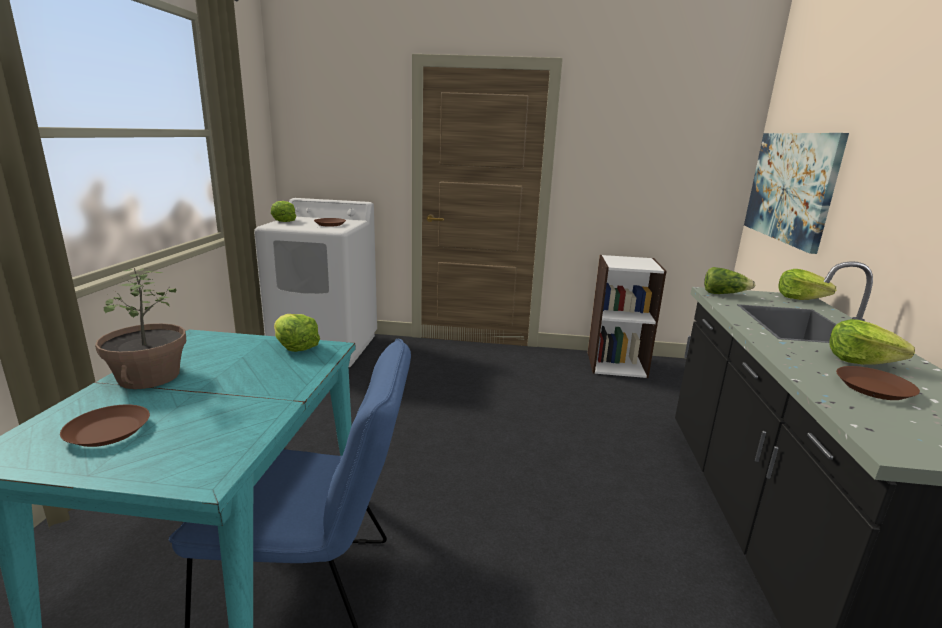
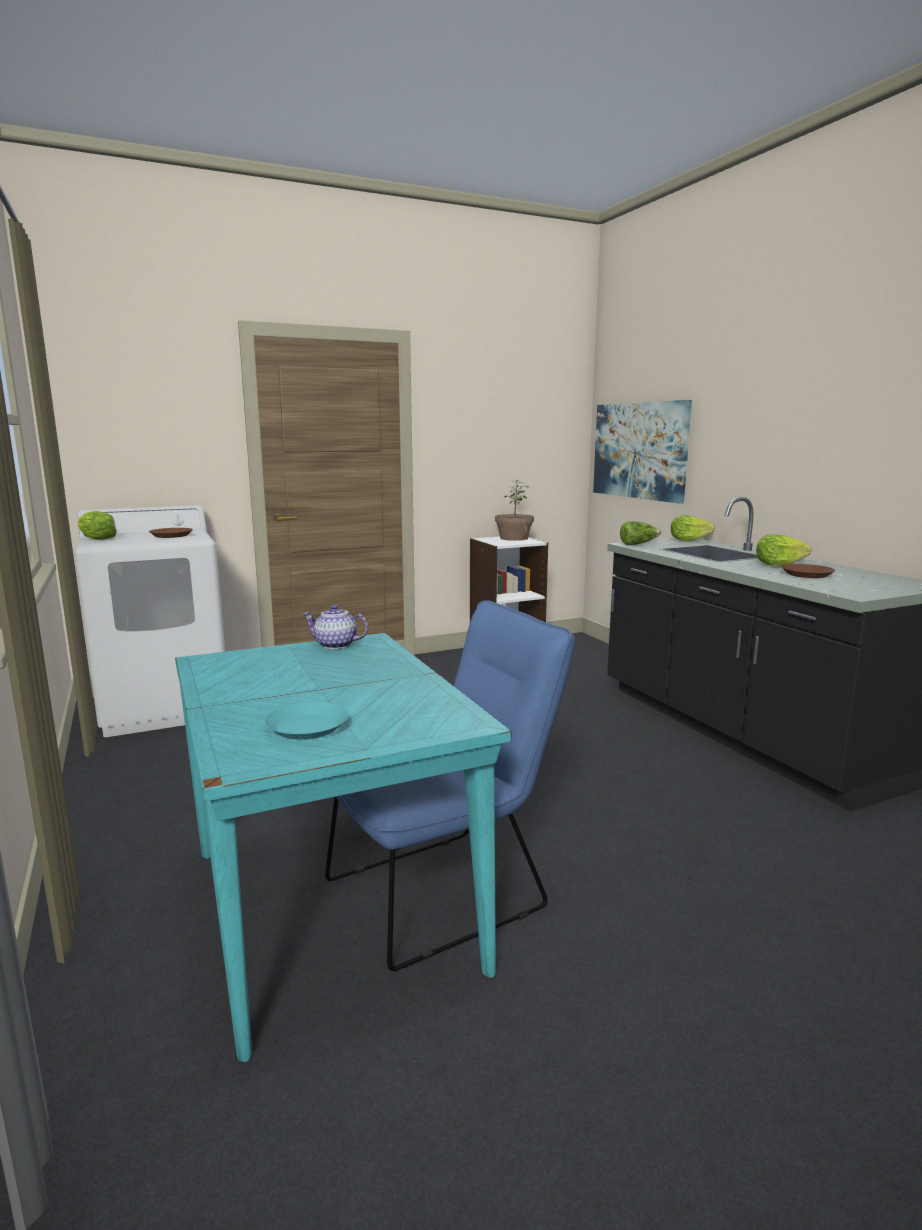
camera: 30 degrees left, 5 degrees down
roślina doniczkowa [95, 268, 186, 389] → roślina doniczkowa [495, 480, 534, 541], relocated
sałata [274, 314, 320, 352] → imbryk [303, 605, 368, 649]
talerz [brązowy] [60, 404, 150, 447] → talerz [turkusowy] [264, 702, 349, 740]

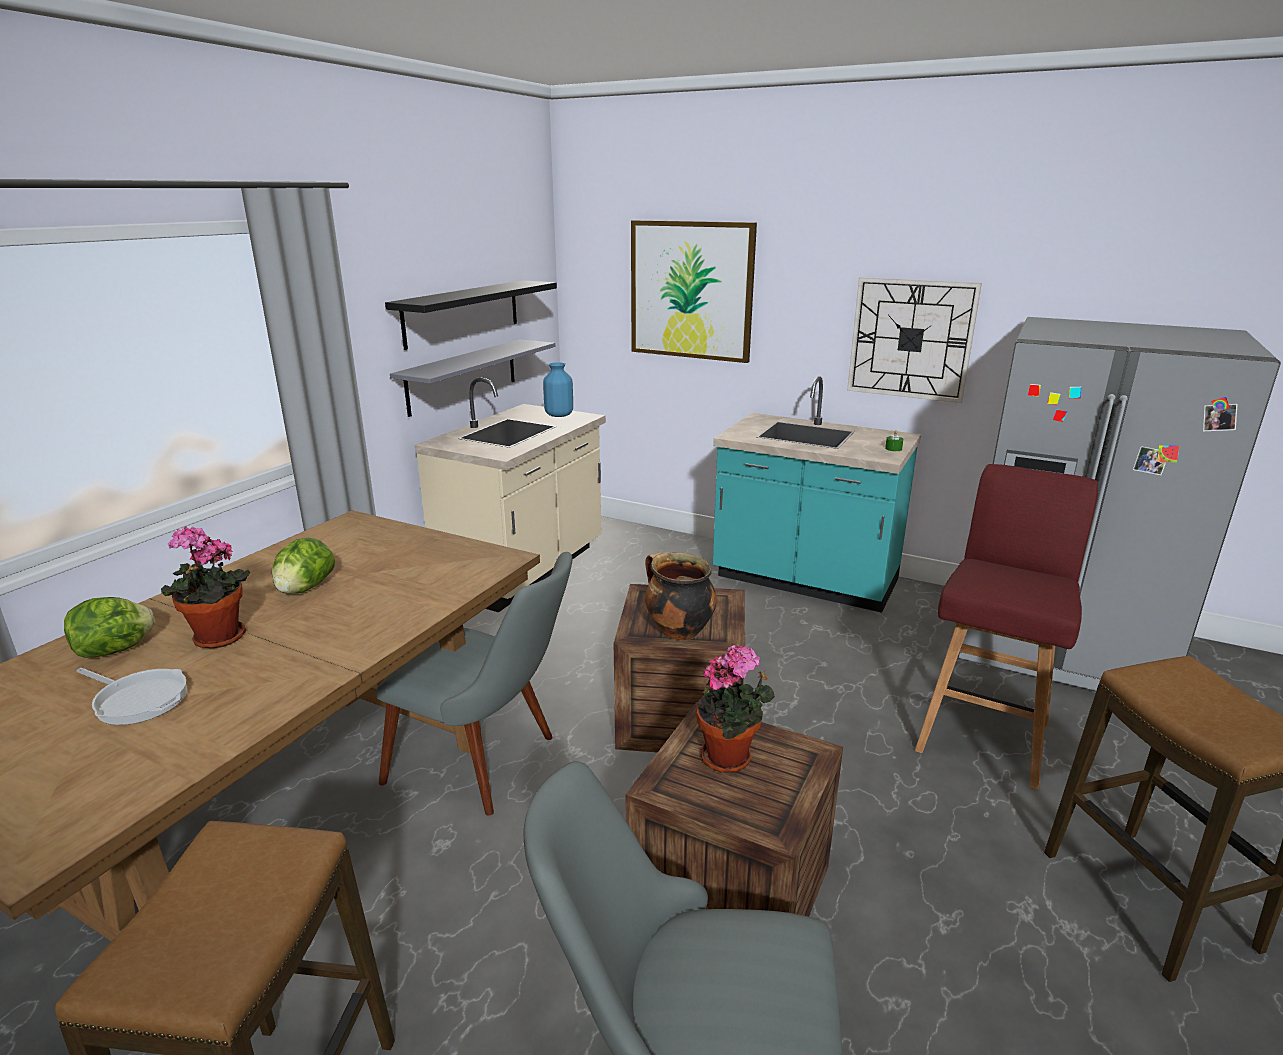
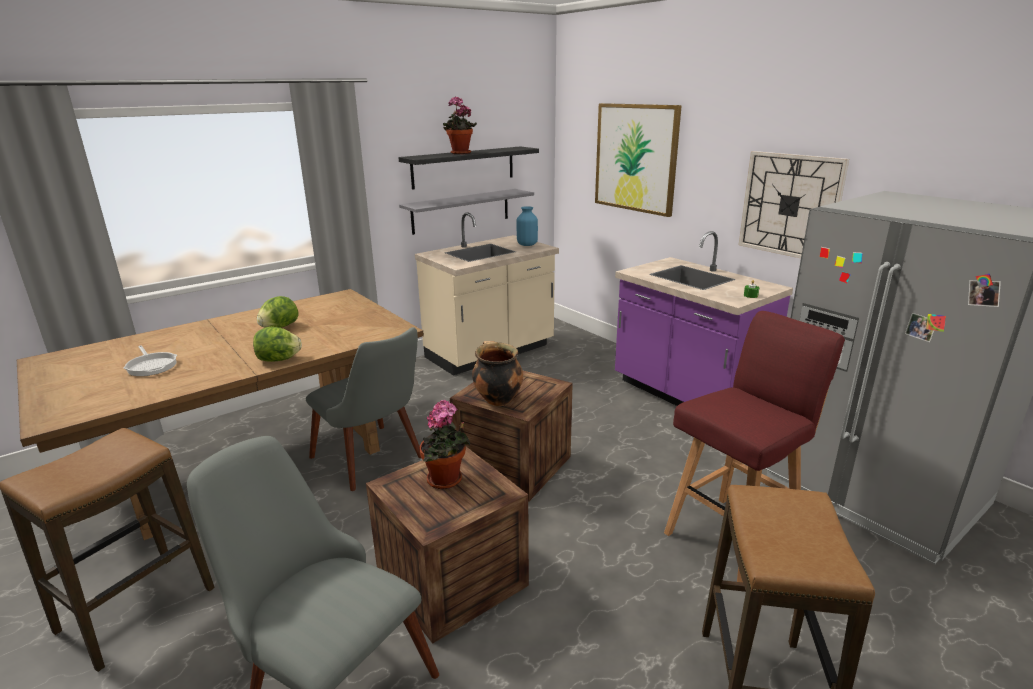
camera: 25 degrees right, 0 degrees up
zabudowa kuchenna [turkusowy] [713, 376, 921, 613] → zabudowa kuchenna [fioletowy] [615, 231, 793, 406]
roślina doniczkowa [161, 526, 250, 648] → roślina doniczkowa [443, 97, 477, 154], relocated
sałata [64, 597, 155, 658] → sałata [253, 327, 302, 362], relocated

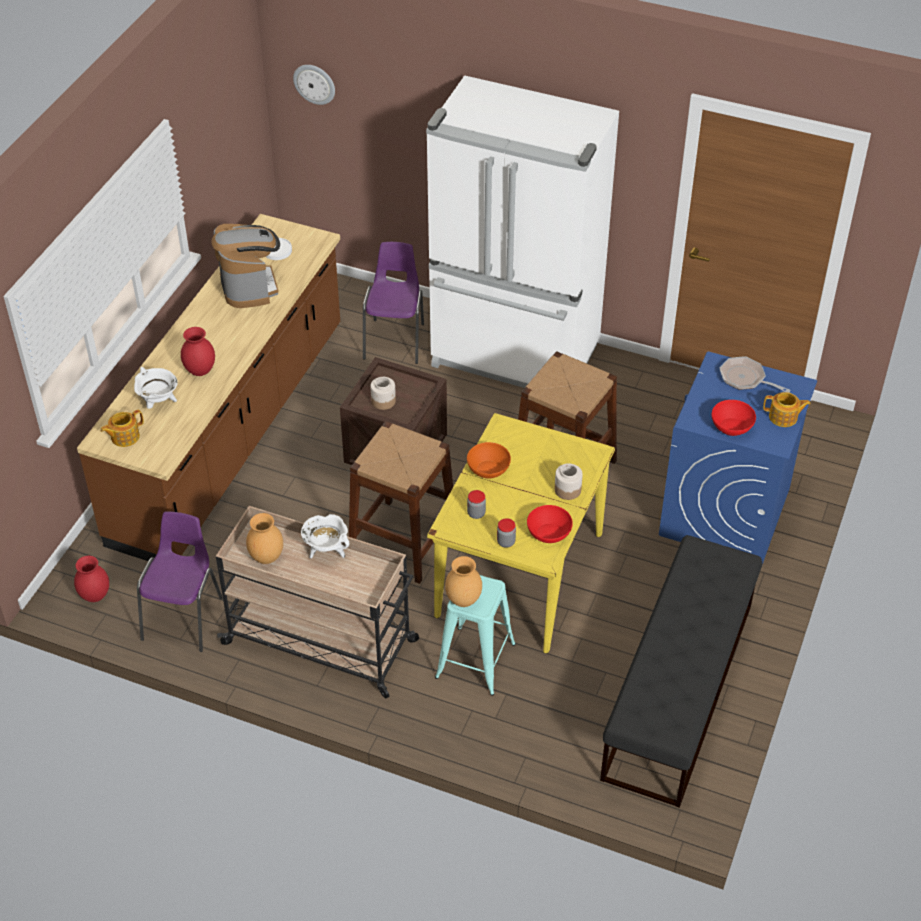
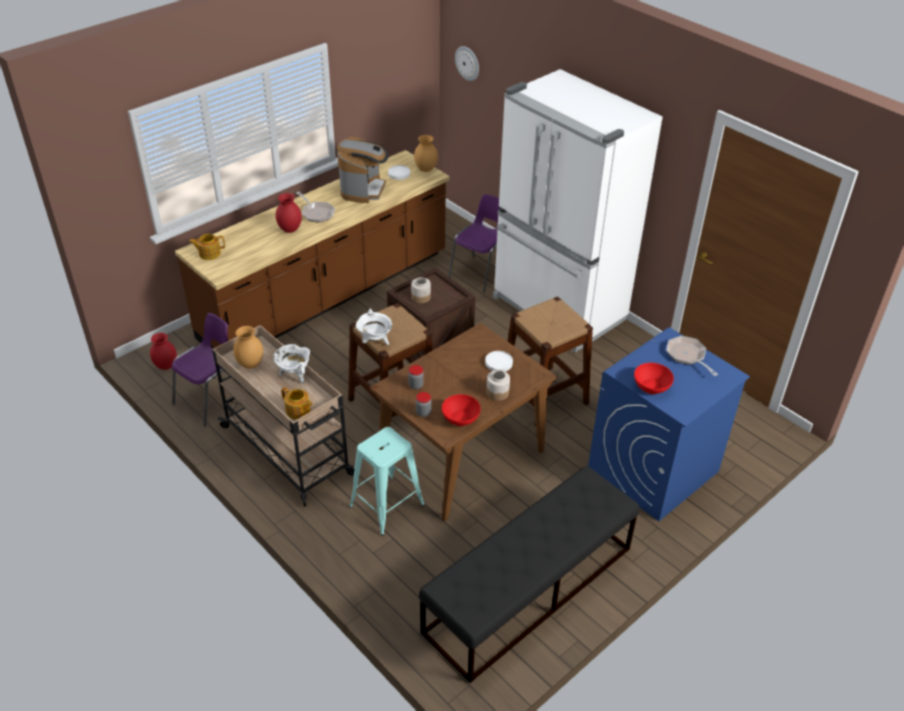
camera: 25 degrees right, 5 degrees down
garnek [biały] [134, 367, 178, 409] → garnek [biały] [356, 309, 392, 345], relocated
imbryk [763, 392, 810, 427] → imbryk [281, 387, 313, 419], relocated
stół jadalny [żółty] [427, 413, 615, 653] → stół jadalny [brązowy] [370, 323, 557, 521]
miska [pomarańczowy] [467, 442, 511, 479] → -
wazon [brązowy] [445, 556, 482, 607] → wazon [brązowy] [414, 135, 438, 172], relocated
- → patelnia [297, 192, 335, 223]
- → talerz [biały] [485, 351, 513, 371]

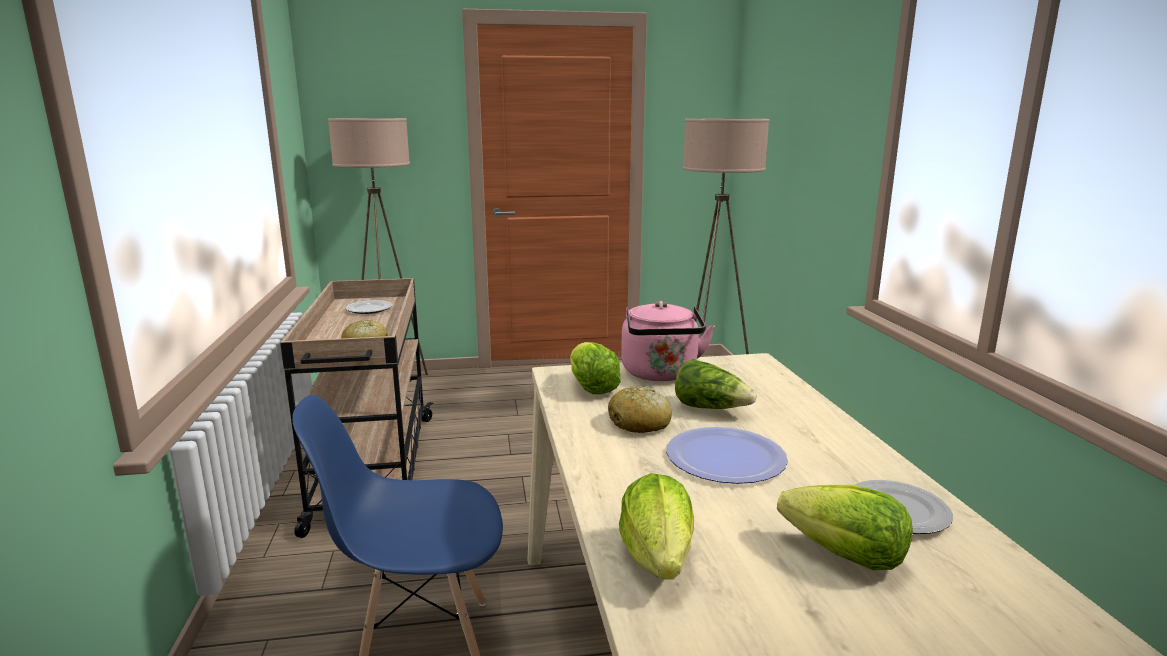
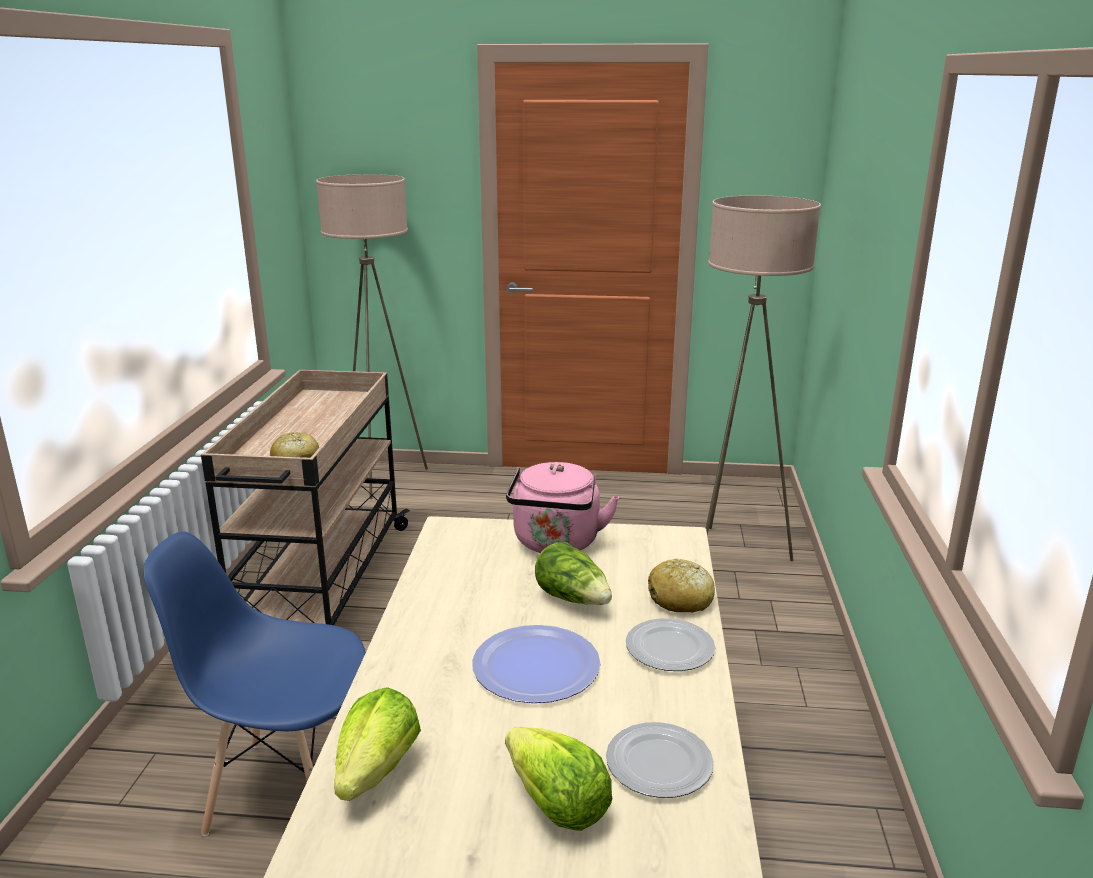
camera: 15 degrees right, 5 degrees up
talerz [345, 300, 392, 314] → talerz [626, 618, 715, 671], relocated
sałata [570, 342, 621, 395] → -
chleb [608, 386, 672, 433] → chleb [648, 558, 715, 613], relocated

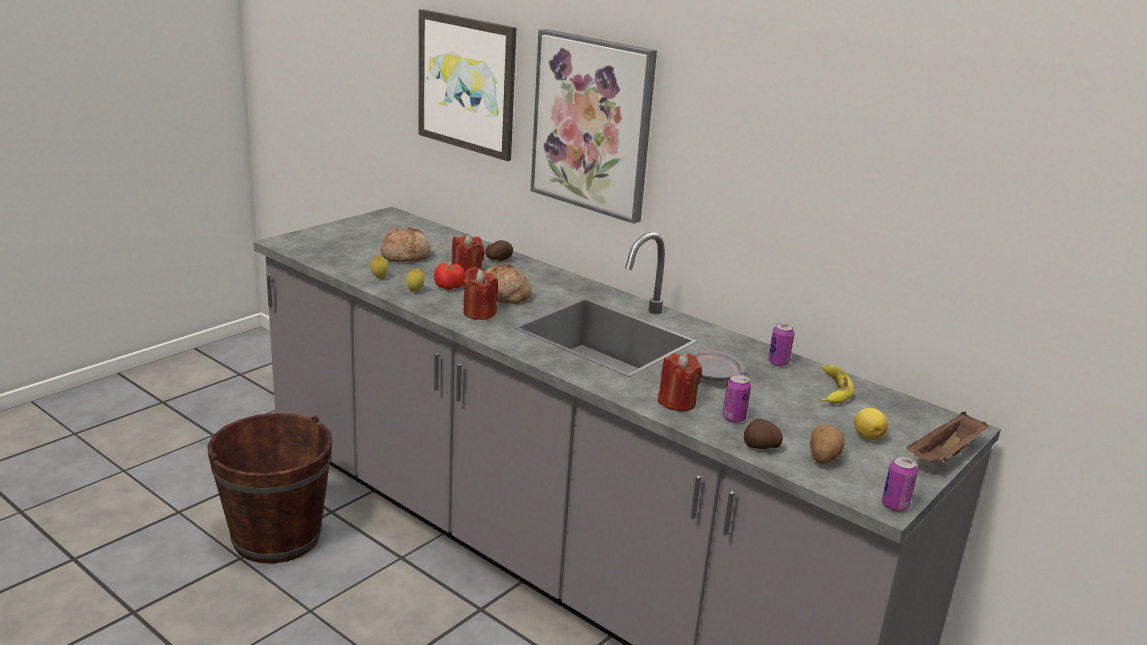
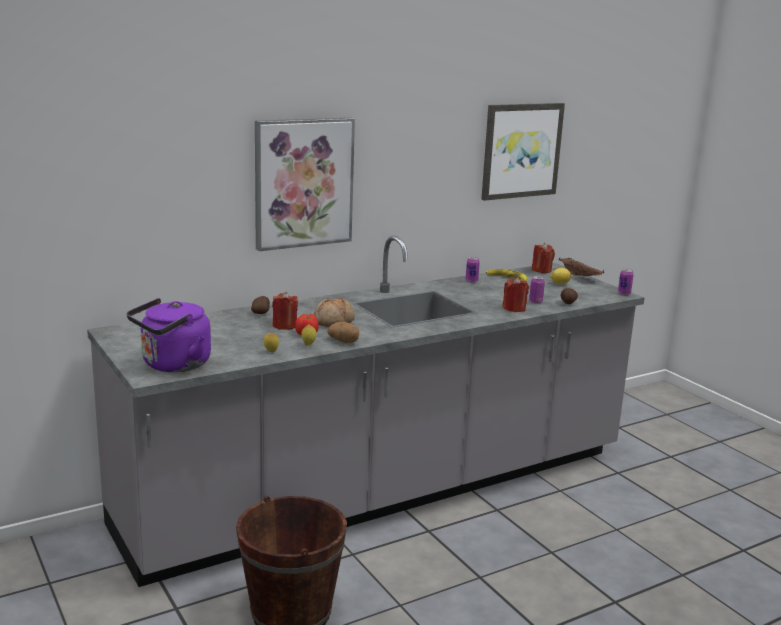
camera: 70 degrees left, 5 degrees down
obraz [419, 9, 516, 161] → obraz [481, 103, 565, 201], relocated
chleb [380, 227, 431, 262] → -
świeca [czerwony] [463, 268, 498, 320] → świeca [czerwony] [532, 243, 555, 273], relocated
talerz [szary] [687, 349, 745, 381] → -
ziemniak [810, 425, 845, 464] → ziemniak [327, 322, 359, 343], relocated
- → czajnik [fioletowy] [127, 298, 211, 372]

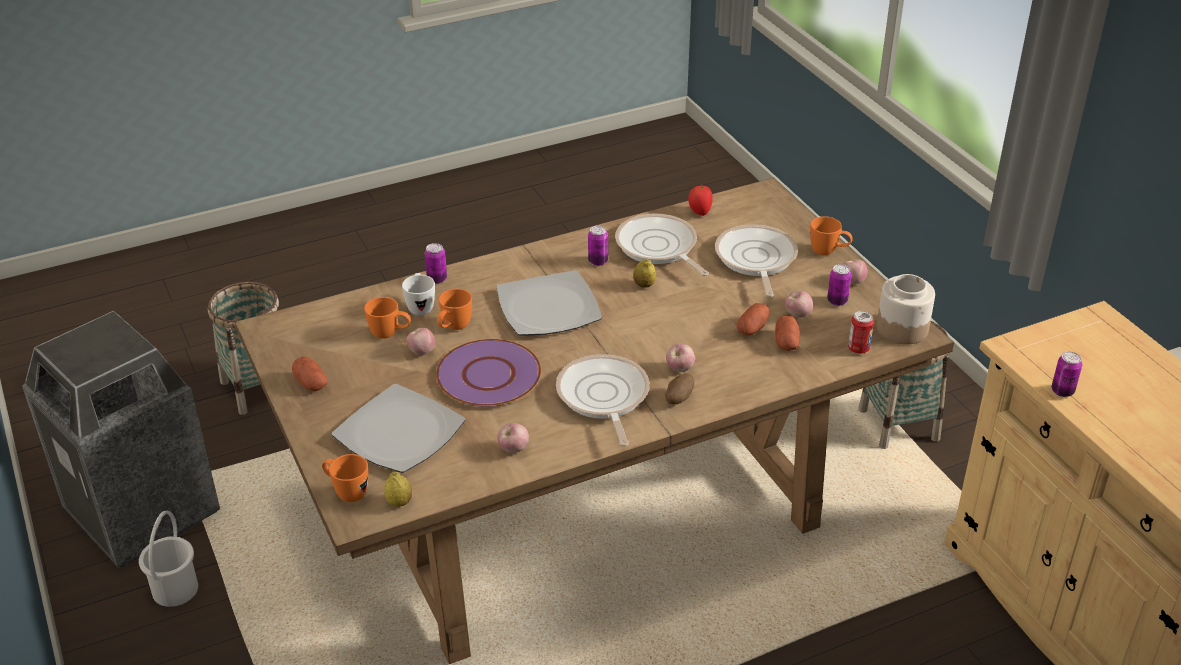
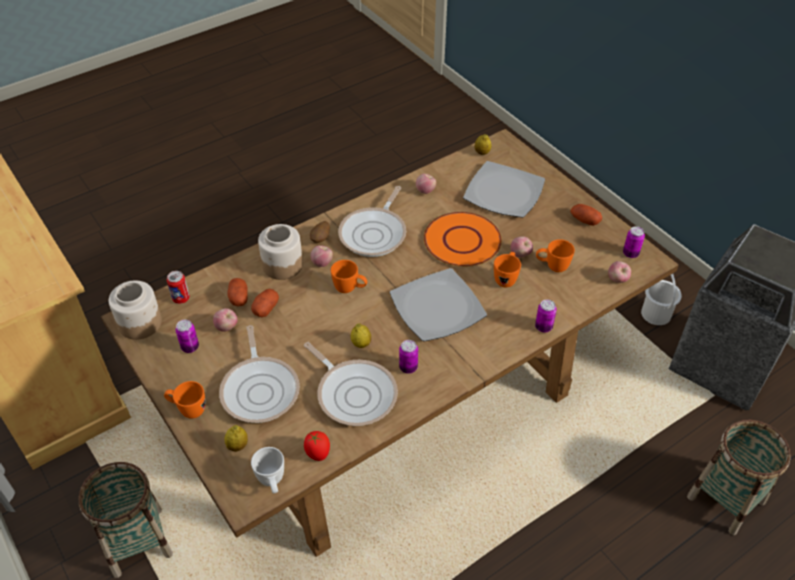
camera: 170 degrees right, 10 degrees up
jabłko [843, 260, 867, 284] → jabłko [608, 261, 631, 283], relocated
kubek [biały] [402, 273, 435, 315] → kubek [biały] [251, 447, 284, 494], relocated
talerz [fioletowy] [436, 339, 541, 407] → talerz [pomarańczowy] [424, 212, 502, 267]
puszka [1052, 351, 1082, 397] → puszka [623, 226, 645, 258], relocated
patelnia [556, 354, 650, 446] → patelnia [338, 186, 406, 257], 45 degrees clockwise
kubek [pomarańczowy] [322, 454, 368, 502] → kubek [pomarańczowy] [331, 260, 367, 293], relocated
- → słoik [258, 224, 303, 280]
- → cytryna [225, 425, 248, 452]

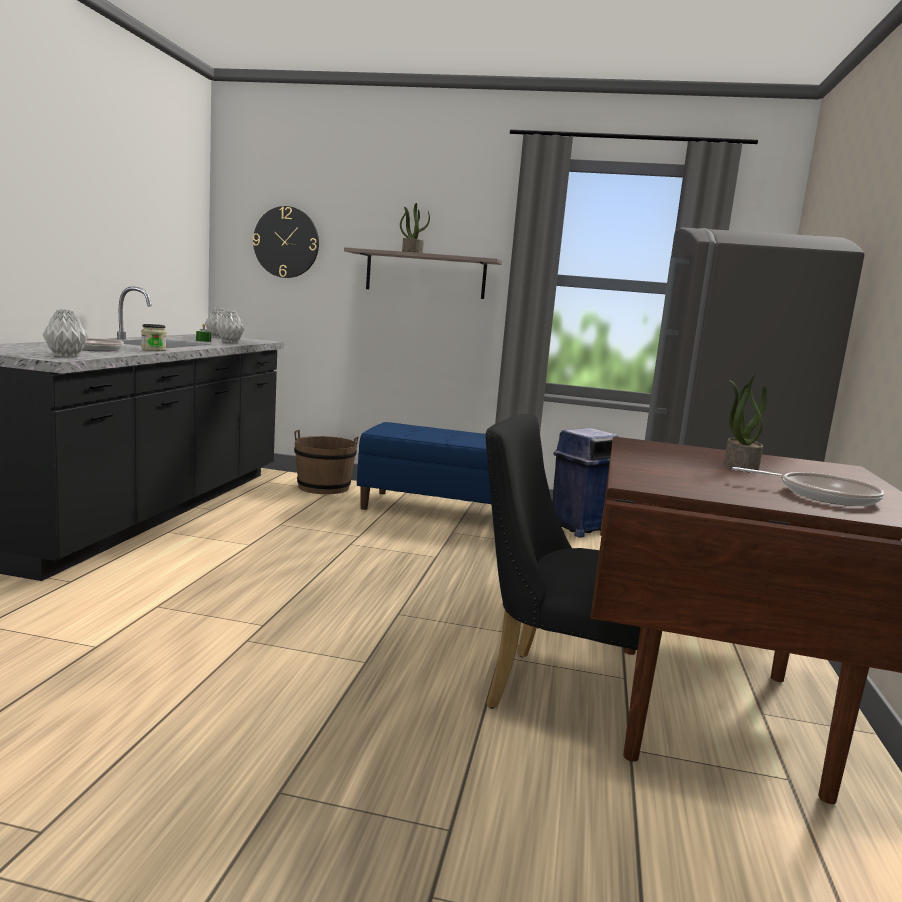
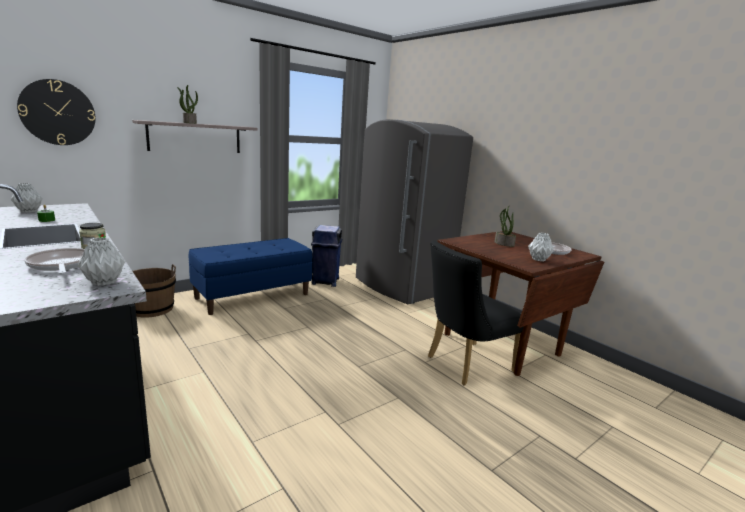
camera: 50 degrees left, 5 degrees up
wazon [szary] [216, 310, 245, 343] → wazon [szary] [528, 233, 554, 261], relocated

